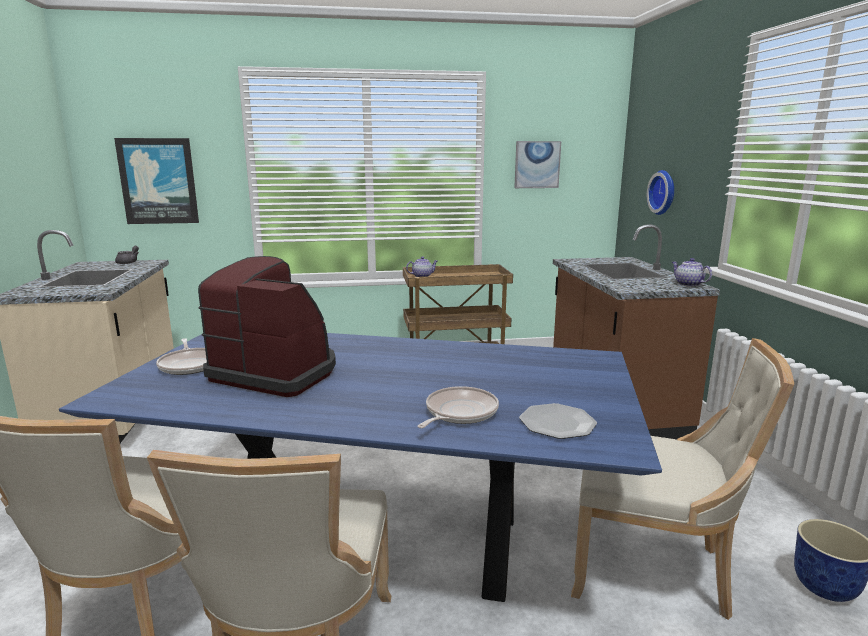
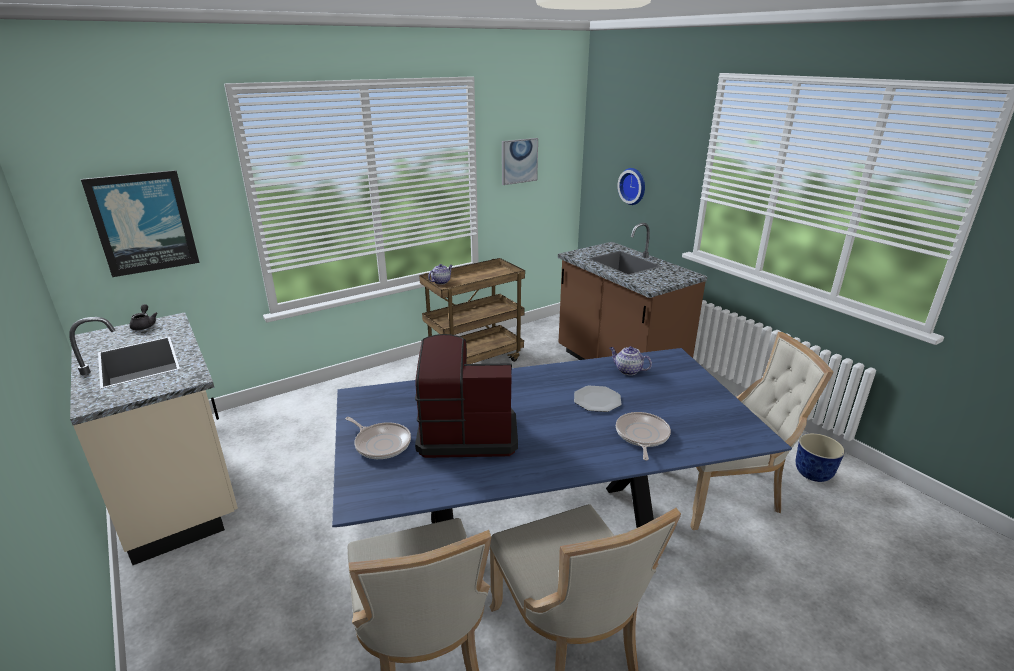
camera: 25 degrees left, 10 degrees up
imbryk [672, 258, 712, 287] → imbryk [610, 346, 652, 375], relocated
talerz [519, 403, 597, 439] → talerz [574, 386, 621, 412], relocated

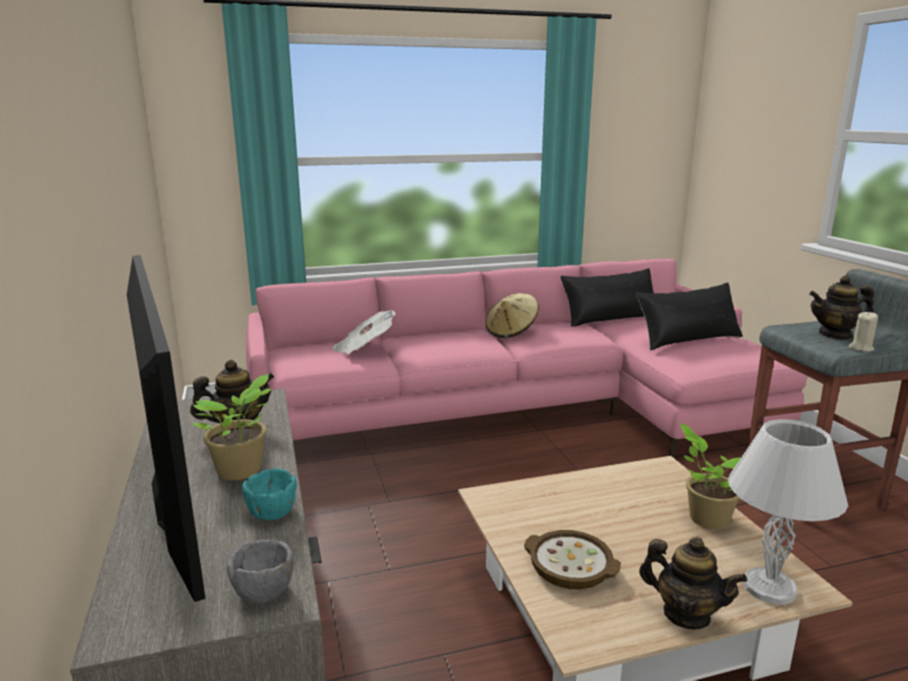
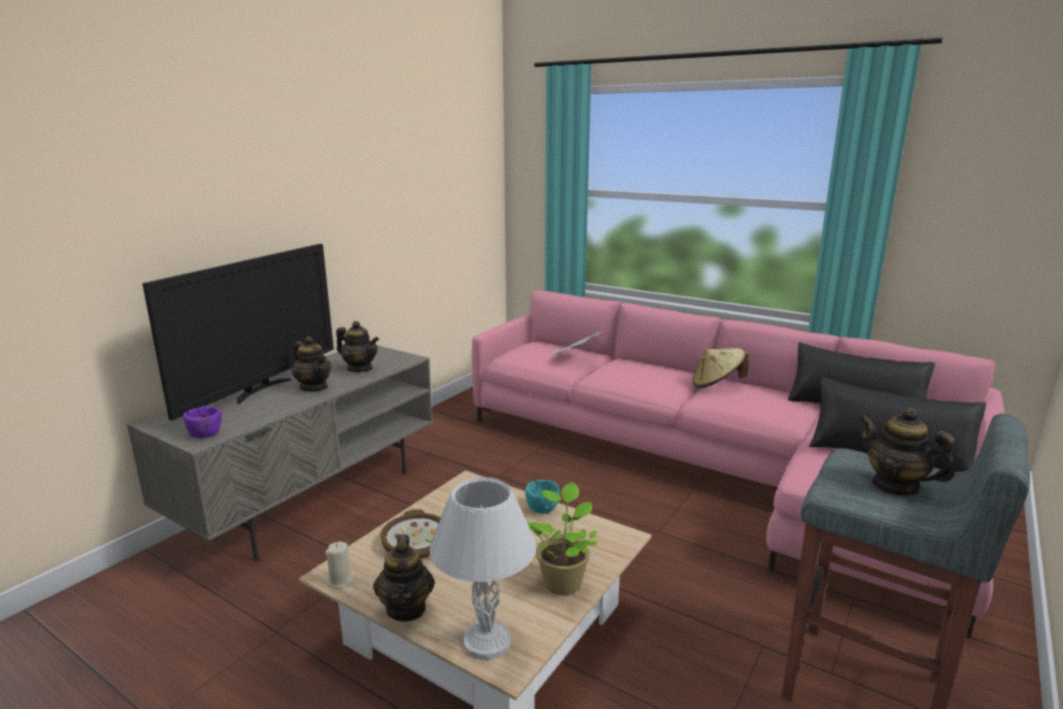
camera: 50 degrees right, 0 degrees up
świeca [beżowy] [849, 311, 878, 352] → świeca [beżowy] [325, 542, 356, 589], relocated
roślina doniczkowa [192, 374, 272, 480] → imbryk [292, 336, 332, 391]
miska [turkusowy] [242, 468, 297, 520] → miska [turkusowy] [525, 480, 560, 514], relocated
miska [szary] [227, 539, 294, 604] → miska [fioletowy] [183, 406, 222, 438]

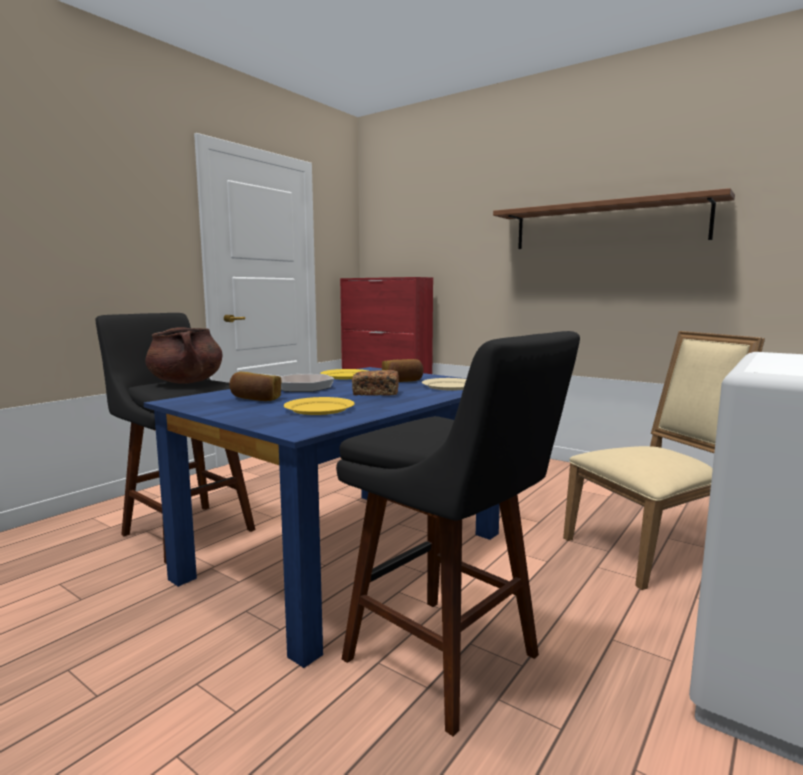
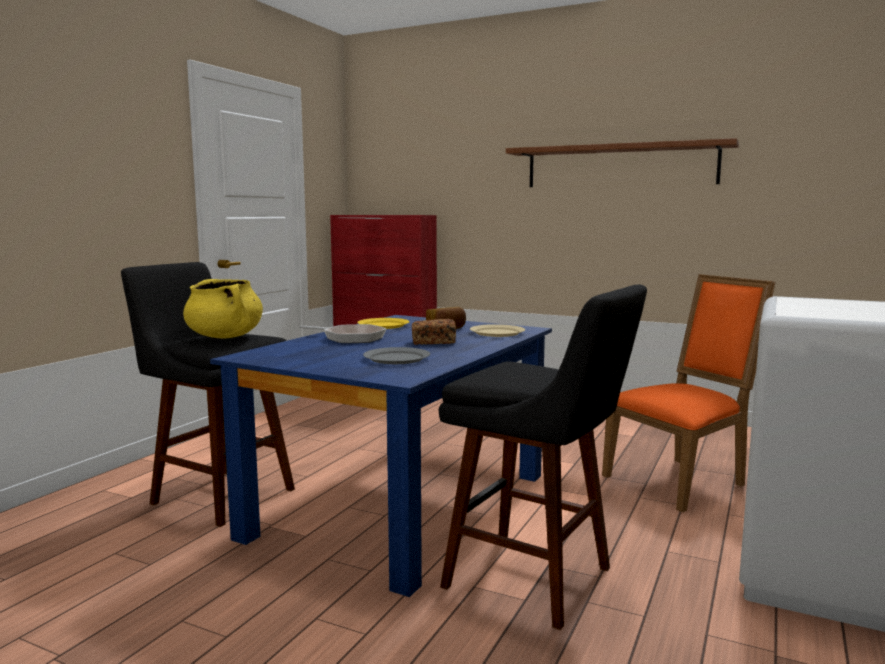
camera: 10 degrees left, 0 degrees up
garnek [brązowy] [145, 327, 222, 384] → garnek [żółty] [183, 279, 263, 339]
krzesło [beżowy] [563, 331, 765, 590] → krzesło [pomarańczowy] [602, 274, 775, 512]
chleb [229, 372, 281, 401] → -
talerz [żółty] [284, 397, 355, 415] → talerz [szary] [363, 347, 430, 364]

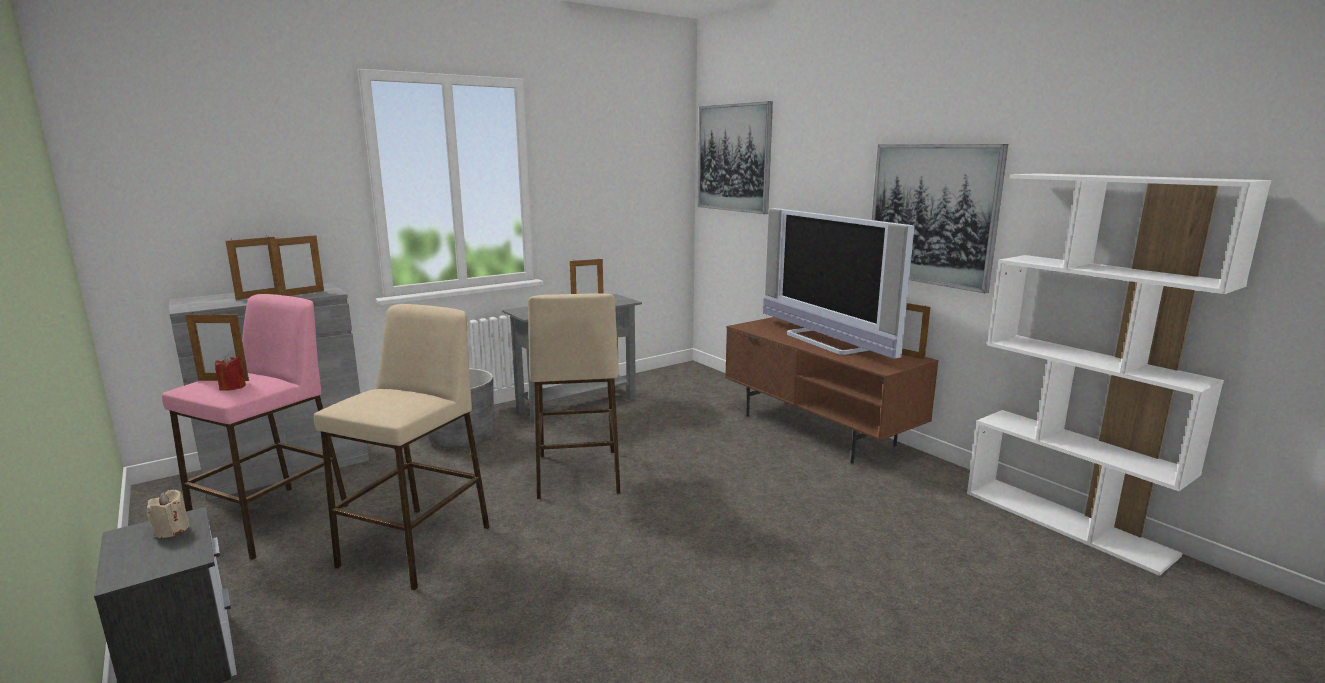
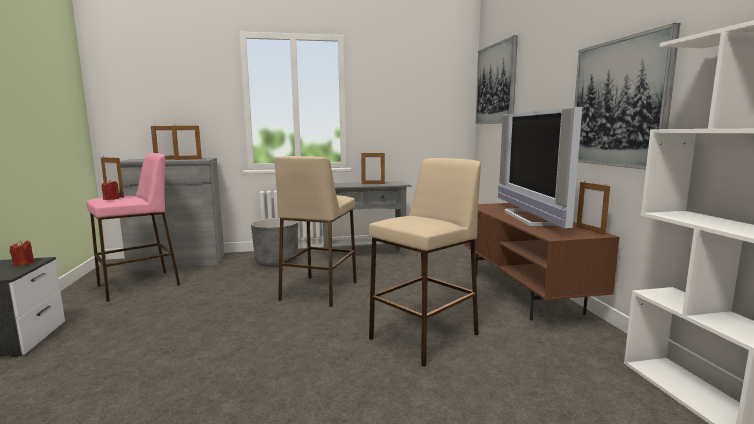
camera: 25 degrees right, 5 degrees down
stołek [beżowy] [314, 304, 490, 590] → stołek [beżowy] [369, 158, 481, 367], relocated
świeca [beżowy] [147, 490, 189, 538] → świeca [czerwony] [10, 240, 34, 266]

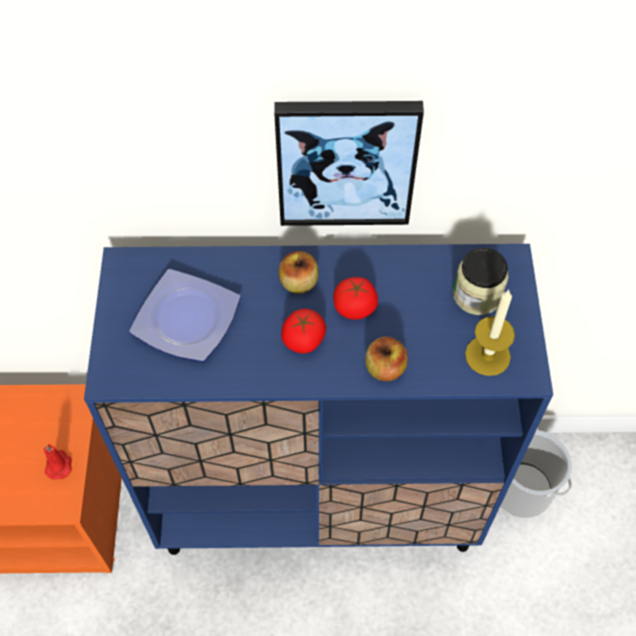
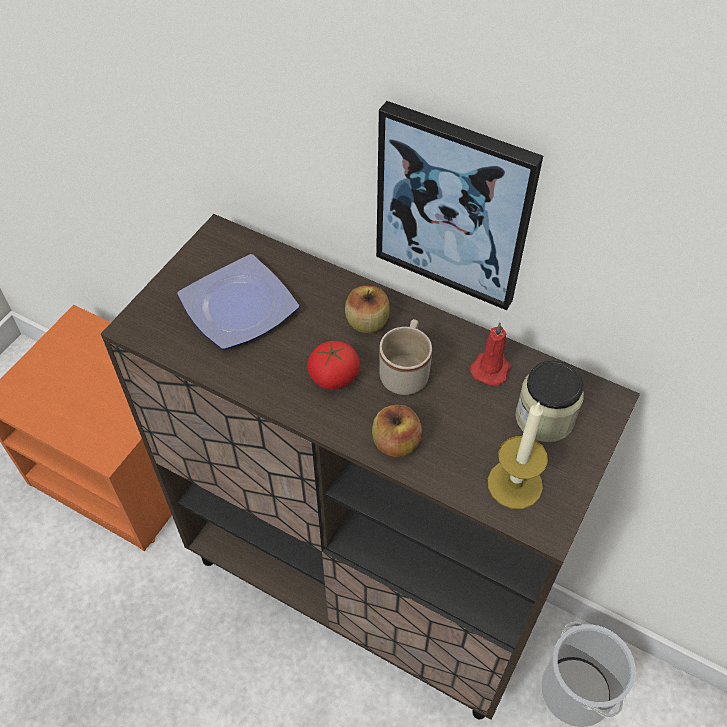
camera: 30 degrees right, 5 degrees down
szafka [niebieski] [84, 244, 553, 555] → szafka [brązowy] [101, 214, 640, 720]
pomidor [333, 277, 378, 320] → kubek [beżowy] [379, 319, 432, 395]
świeca [czerwony] [44, 444, 72, 479] → świeca [czerwony] [470, 323, 511, 386], relocated

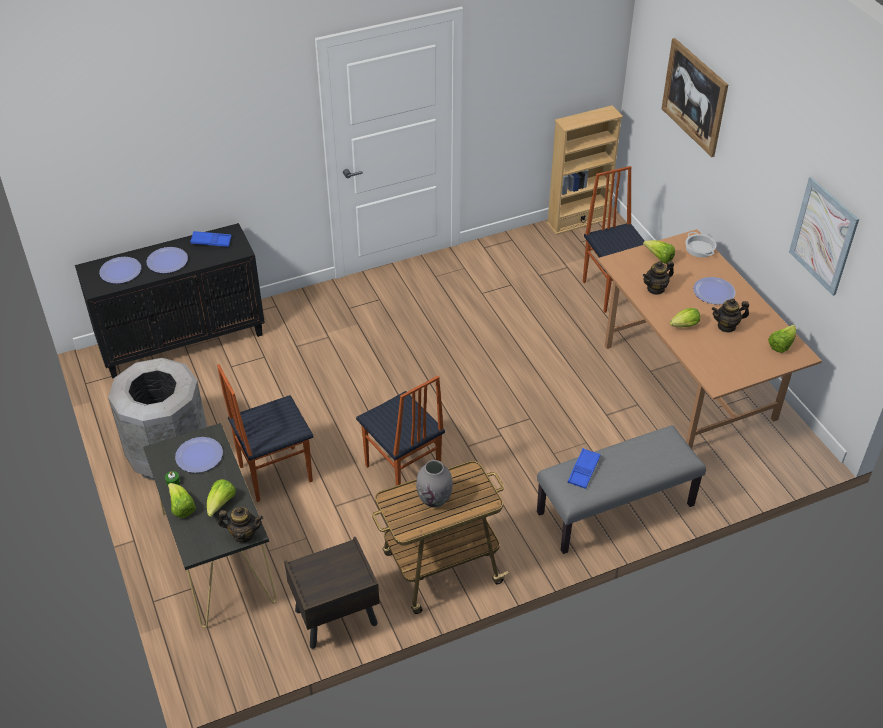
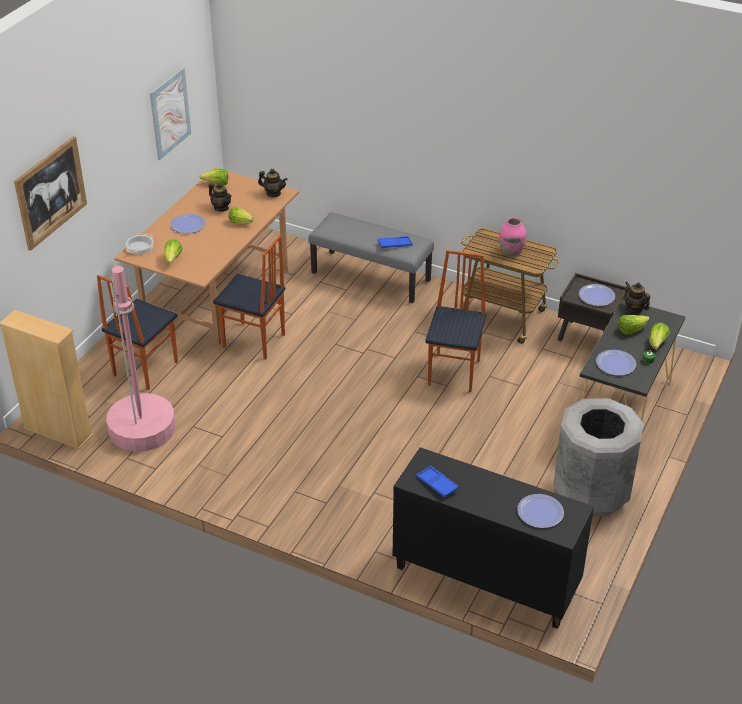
camera: 130 degrees left, 5 degrees down
talerz [146, 247, 188, 273] → talerz [579, 284, 615, 306], relocated
imbryk [643, 261, 674, 295] → imbryk [258, 169, 287, 197], relocated
krzesło [217, 364, 313, 502] → krzesło [213, 235, 285, 359], relocated
wazon [szary] [416, 460, 453, 508] → wazon [różowy] [499, 218, 526, 257]
- → lampa stojąca [różowy] [106, 266, 176, 452]

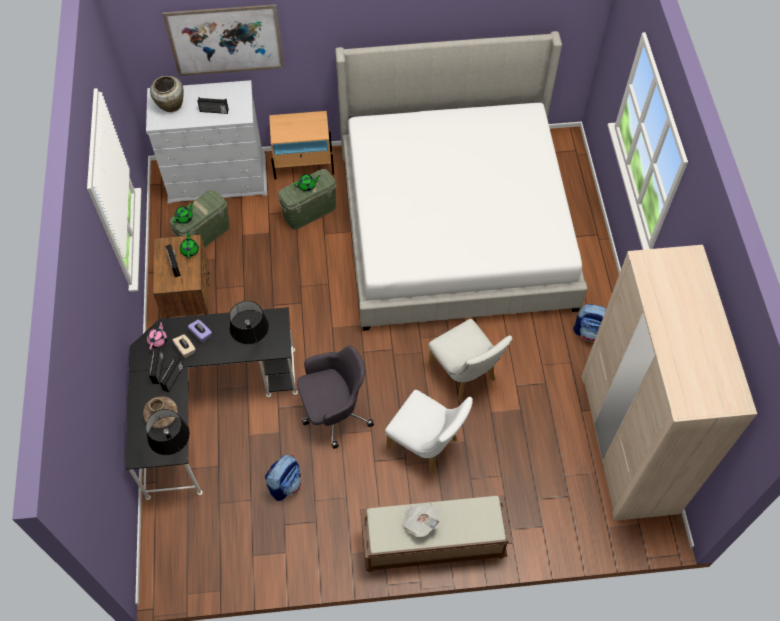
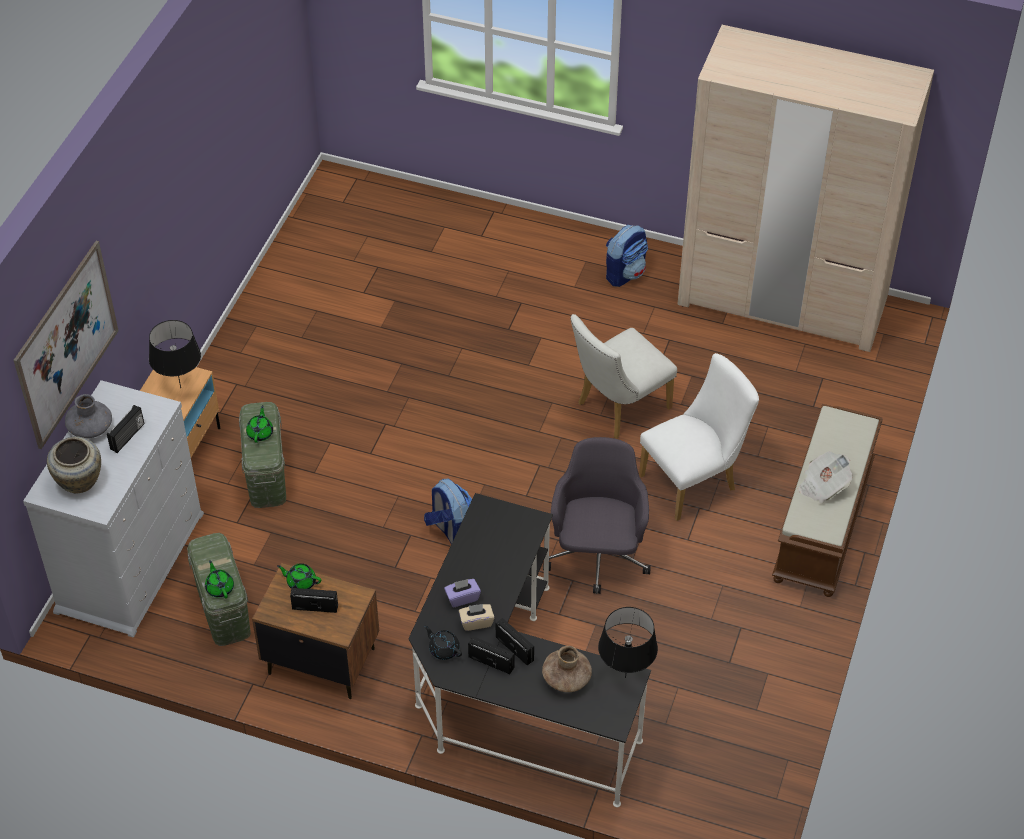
camera: 65 degrees left, 10 degrees down
łóżko [335, 31, 587, 331] → -
lampa stołowa [czarny] [229, 301, 269, 344] → lampa stołowa [czarny] [149, 320, 201, 388], relocated
krzesło [biały] [428, 319, 512, 401] → krzesło [biały] [570, 314, 677, 439], 150 degrees clockwise
imbryk [różowy] [147, 320, 167, 350] → imbryk [czarny] [424, 625, 462, 660]
plecak [265, 455, 301, 501] → plecak [424, 479, 472, 544], relocated
- → wazon [szary] [65, 394, 112, 438]

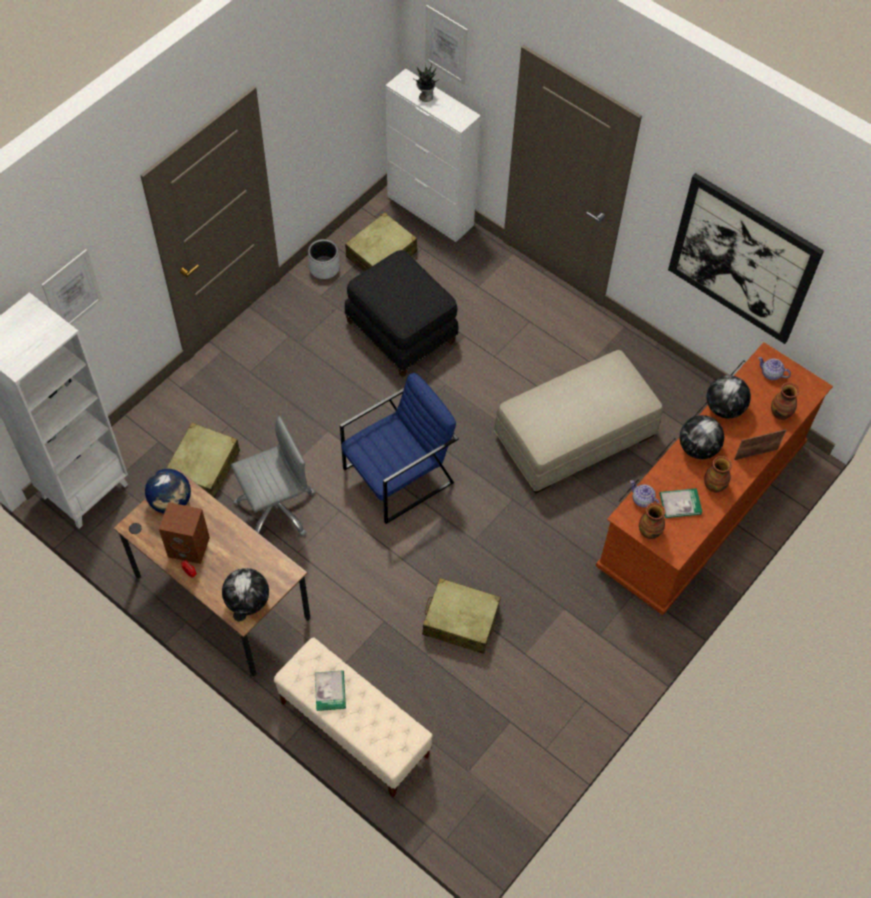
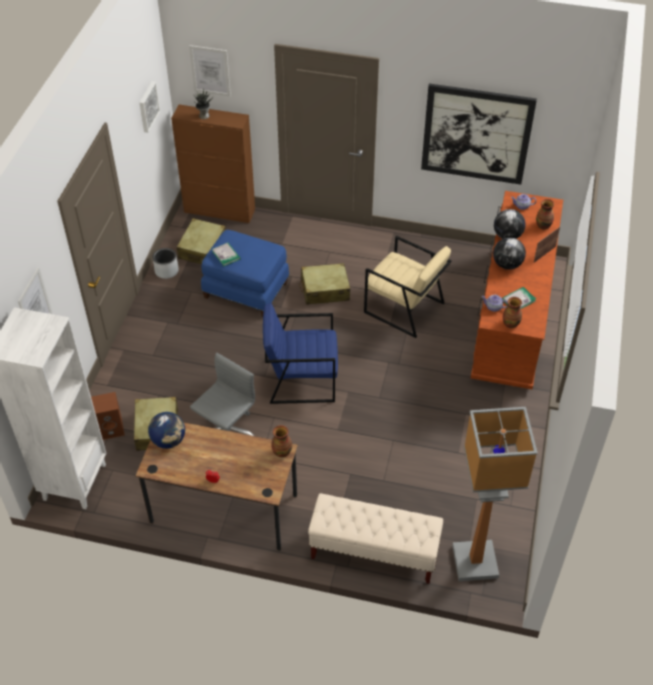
camera: 25 degrees left, 10 degrees down
szafka [biały] [385, 68, 481, 242] → szafka [brązowy] [171, 105, 255, 223]
pufa [czarny] [345, 250, 459, 377] → pufa [niebieski] [201, 230, 289, 317]
pufa [beżowy] [494, 350, 663, 493] → fotel [beżowy] [364, 236, 451, 338]
fotel [niebieski] [340, 373, 459, 524] → fotel [niebieski] [263, 303, 338, 404], 120 degrees counterclockwise
wazon [704, 456, 732, 492] → wazon [271, 425, 292, 457], relocated
głośnik [brązowy] [159, 502, 210, 564] → głośnik [brązowy] [91, 392, 125, 440], relocated
globus [222, 568, 269, 615] → -
walizka [beżowy] [422, 578, 501, 654] → walizka [beżowy] [299, 263, 350, 305], relocated
książka [315, 671, 346, 711] → książka [212, 243, 241, 266], relocated
- → obraz [139, 81, 160, 133]
- → lampa stojąca [452, 407, 538, 581]

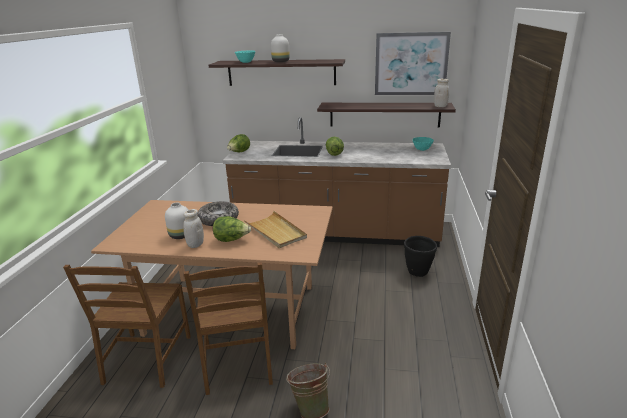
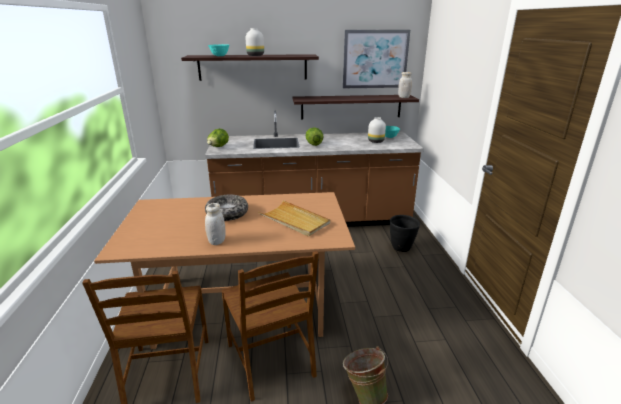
camera: 15 degrees left, 0 degrees up
wazon [biały] [165, 203, 188, 239] → wazon [biały] [368, 117, 386, 143], relocated
sałata [213, 216, 251, 242] → -

